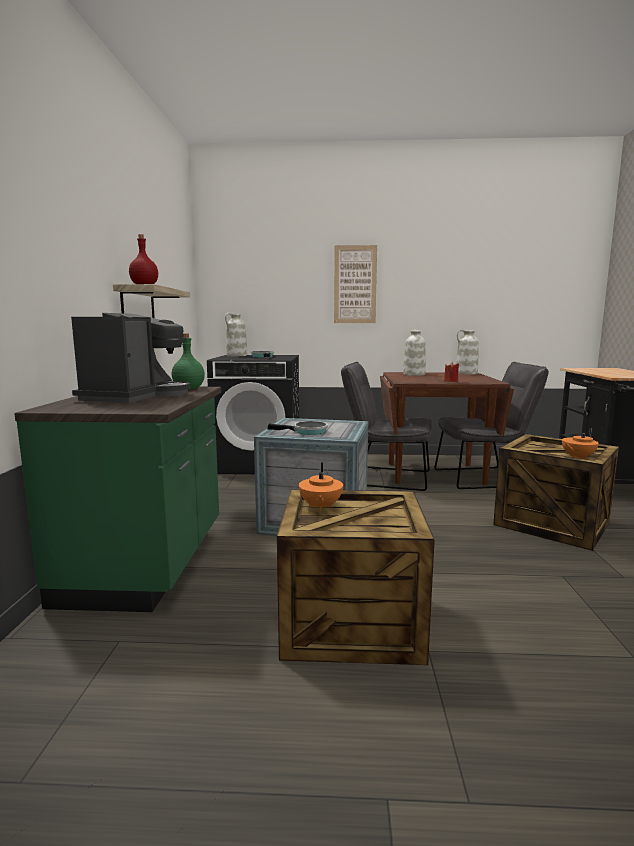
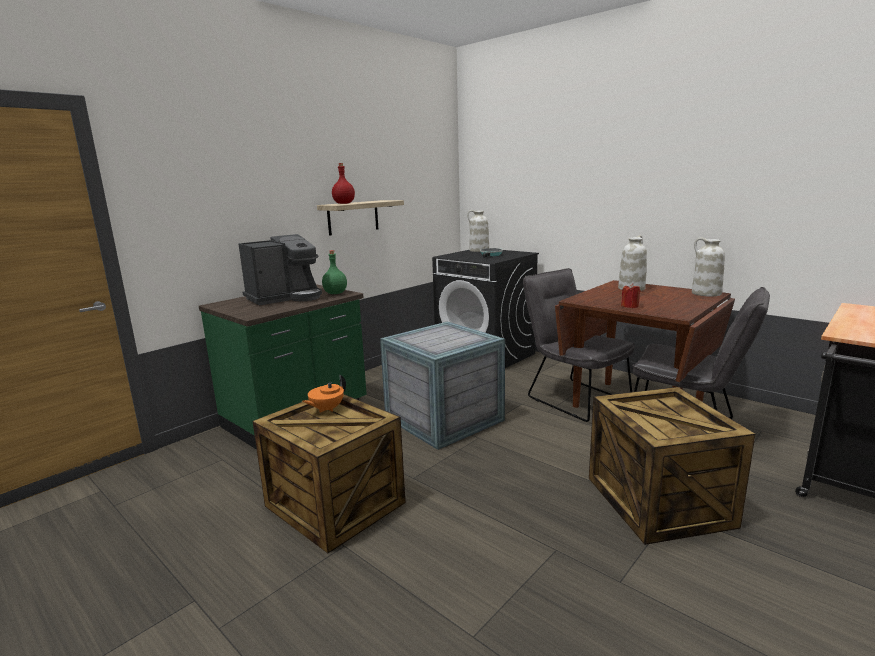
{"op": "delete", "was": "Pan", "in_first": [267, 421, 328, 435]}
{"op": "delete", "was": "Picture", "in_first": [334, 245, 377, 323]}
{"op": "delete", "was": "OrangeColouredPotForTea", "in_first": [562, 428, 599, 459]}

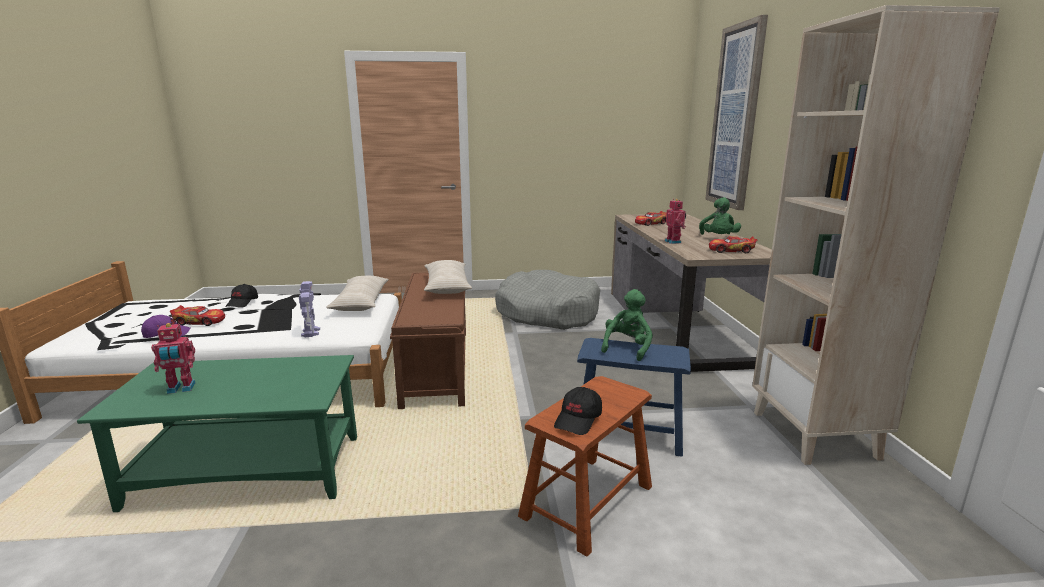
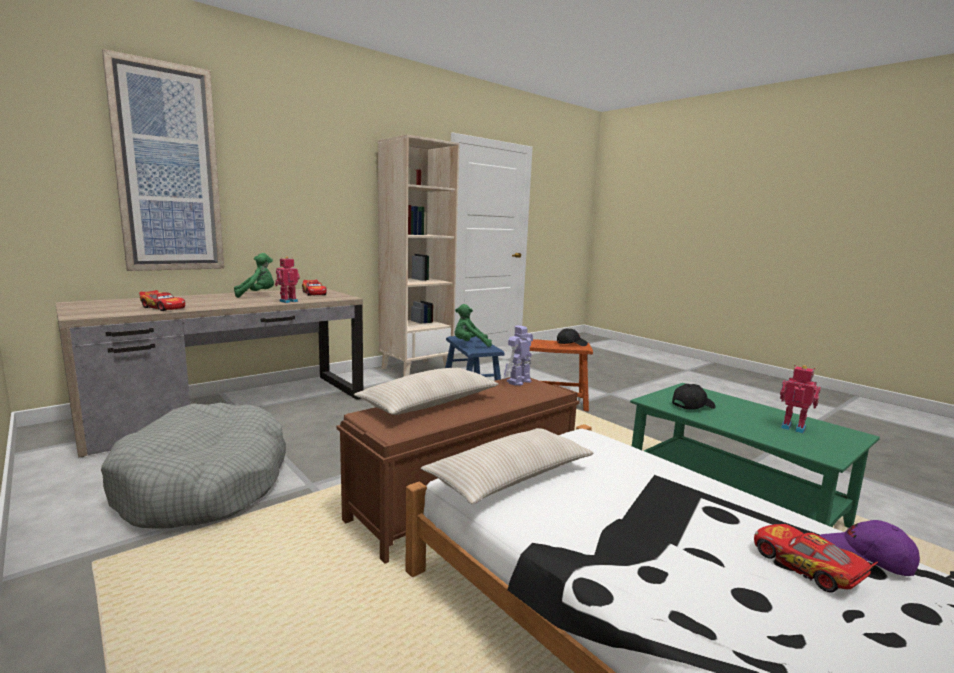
{"op": "move", "was": "BlackishCap", "in_first": [226, 284, 258, 308], "in_second": [672, 384, 716, 409]}
{"op": "move", "was": "ToyRobot", "in_first": [299, 281, 320, 337], "in_second": [504, 326, 533, 386]}

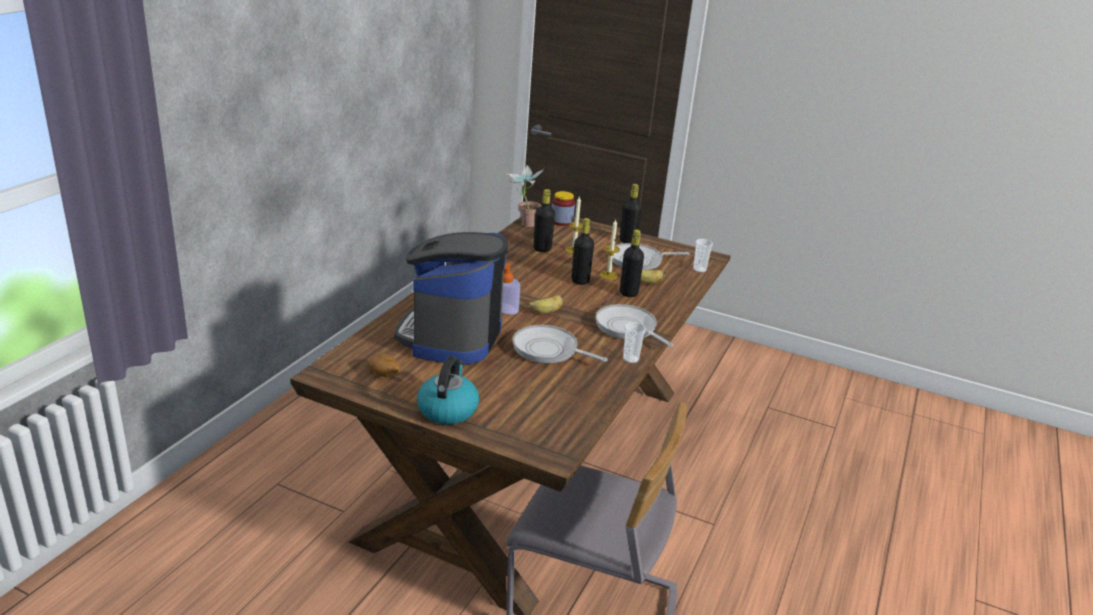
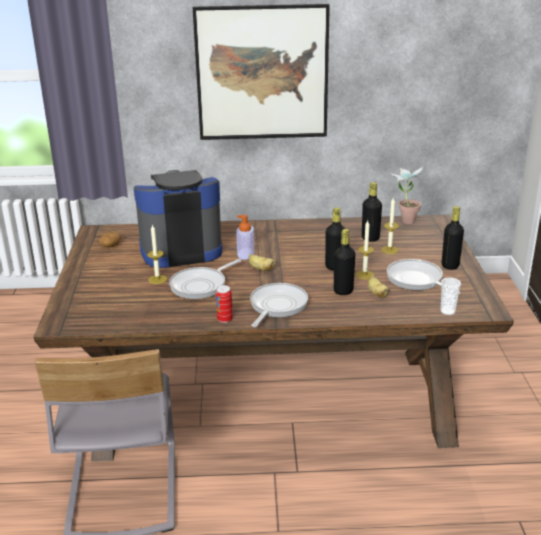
{"op": "delete", "was": "WaterKettle", "in_first": [417, 356, 479, 424]}
{"op": "delete", "was": "StorageJar", "in_first": [552, 191, 575, 226]}
{"op": "insert", "now": "WaxLight", "in_second": [147, 224, 167, 284]}
{"op": "insert", "now": "Picture", "in_second": [193, 4, 330, 140]}
{"op": "replace", "was": "Cup", "now": "Can", "in_first": [623, 322, 646, 363], "in_second": [216, 285, 233, 323]}
{"op": "rotate", "was": "Pan", "in_first": [513, 325, 607, 364], "in_second": [169, 259, 241, 299], "clockwise": -135}

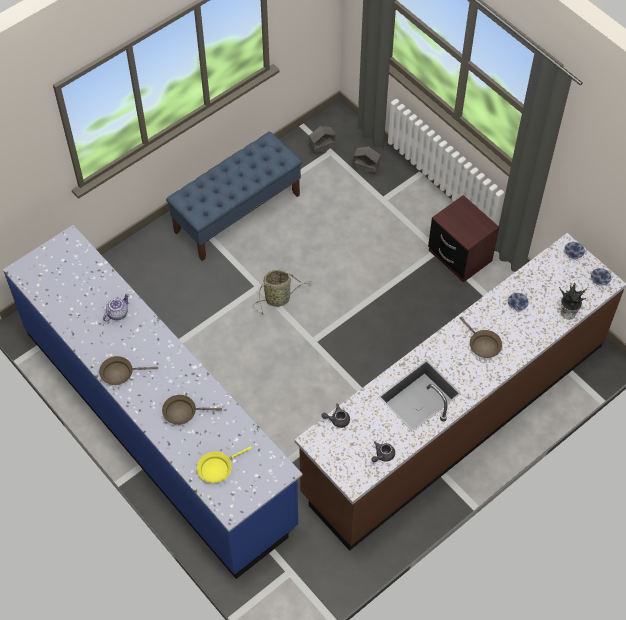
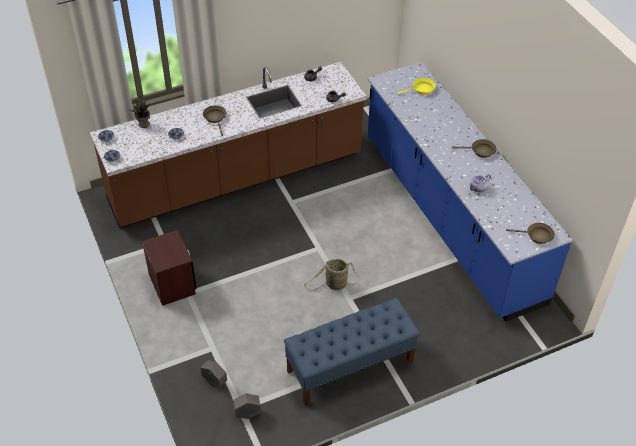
{"op": "move", "was": "BrownPan", "in_first": [162, 395, 222, 425], "in_second": [506, 223, 555, 244]}

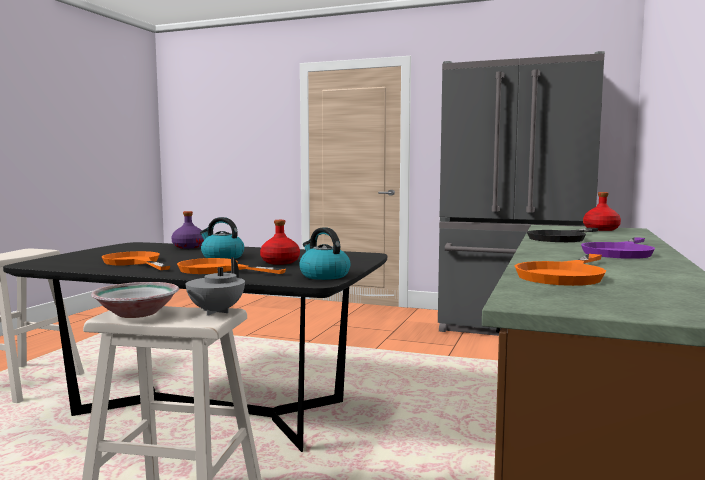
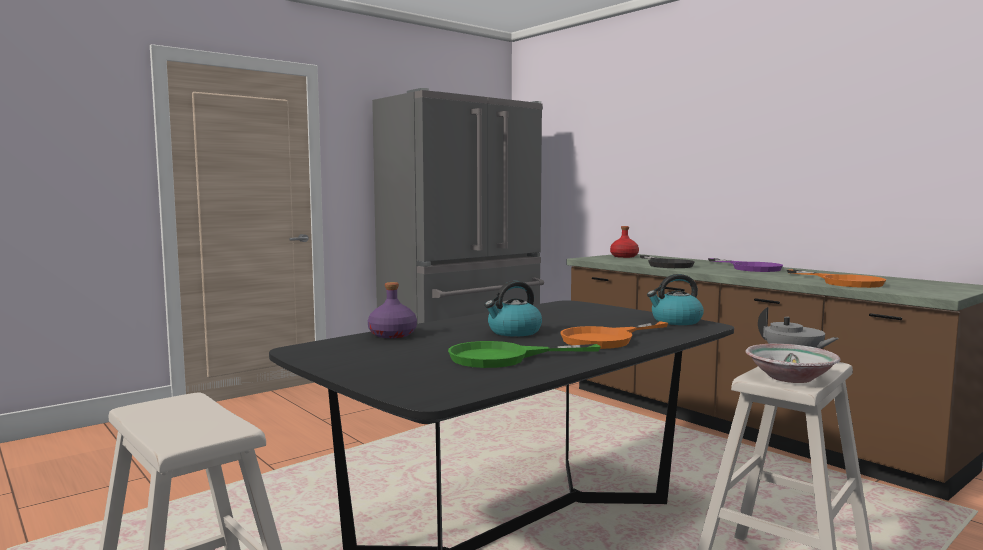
{"op": "delete", "was": "ReddishDrinkBottle", "in_first": [260, 220, 300, 265]}
{"op": "recolor", "was": "OrangeColouredPan", "now": "GreenPan", "in_first": [102, 251, 170, 270], "in_second": [448, 341, 600, 368]}

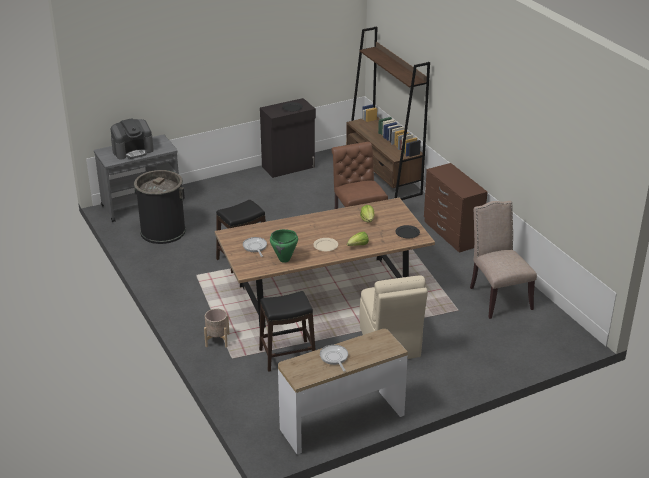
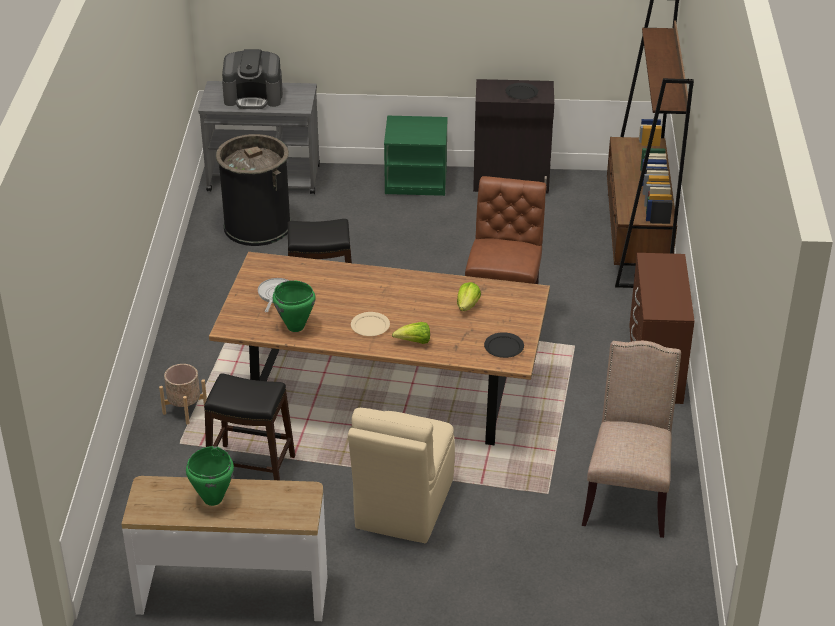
{"op": "insert", "now": "GreenNightTable", "in_second": [384, 116, 448, 196]}
{"op": "replace", "was": "Pan", "now": "GreenStockpot", "in_first": [320, 345, 348, 372], "in_second": [186, 446, 234, 506]}

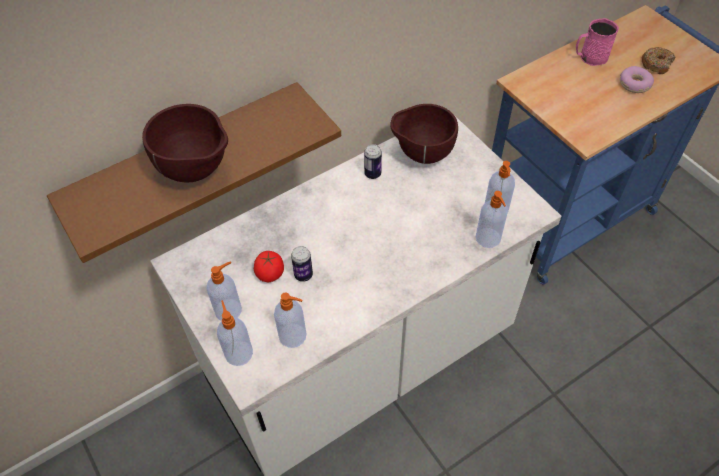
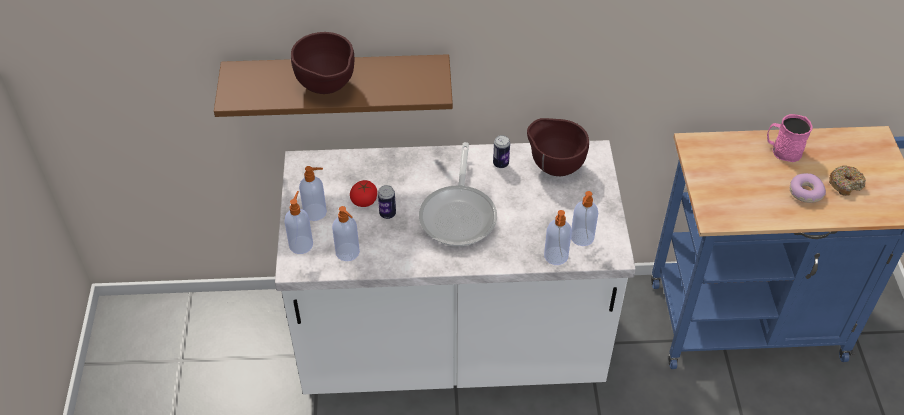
{"op": "insert", "now": "Pan", "in_second": [419, 142, 497, 246]}

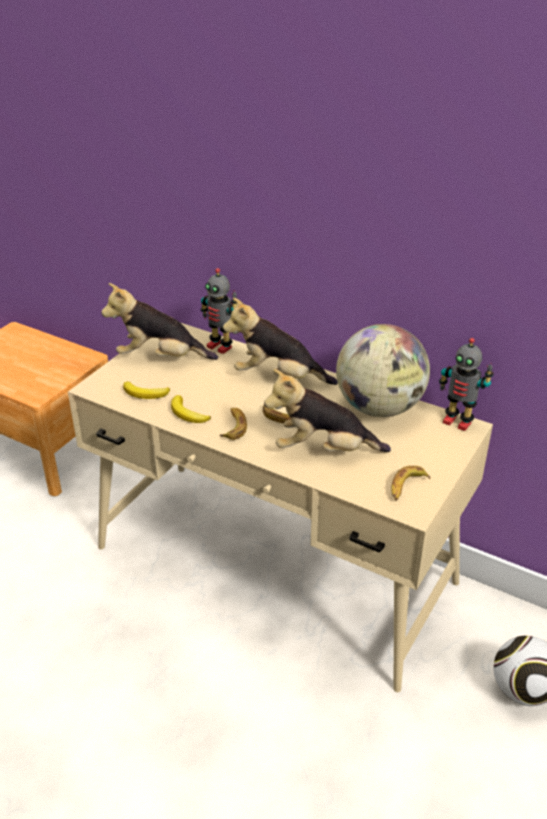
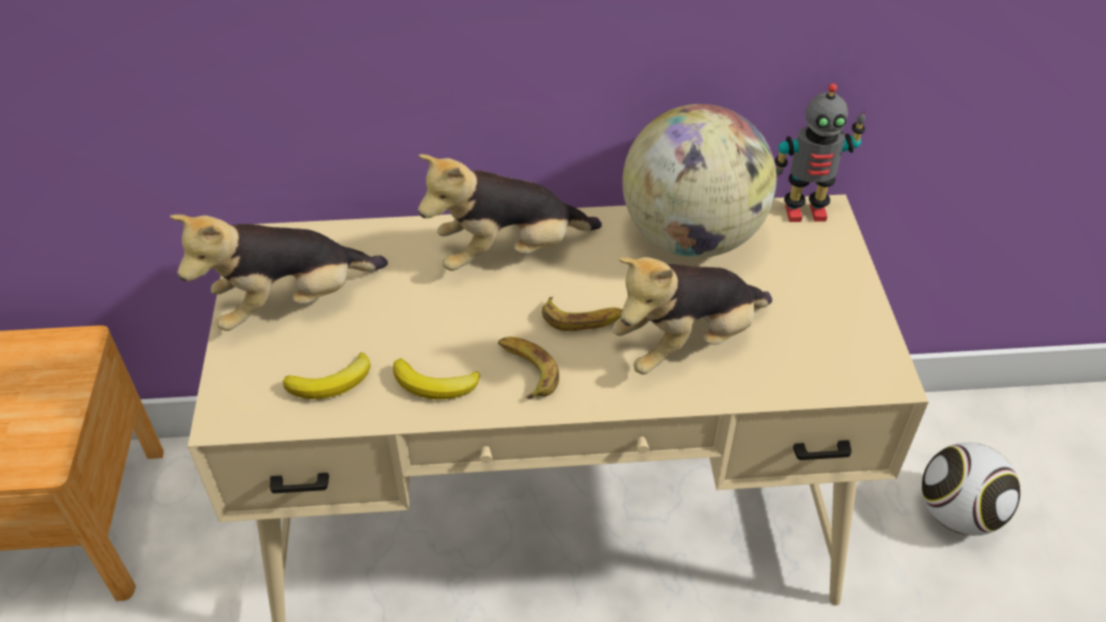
{"op": "delete", "was": "ToyRobot", "in_first": [201, 268, 239, 354]}
{"op": "delete", "was": "WholeBanana", "in_first": [391, 466, 430, 501]}

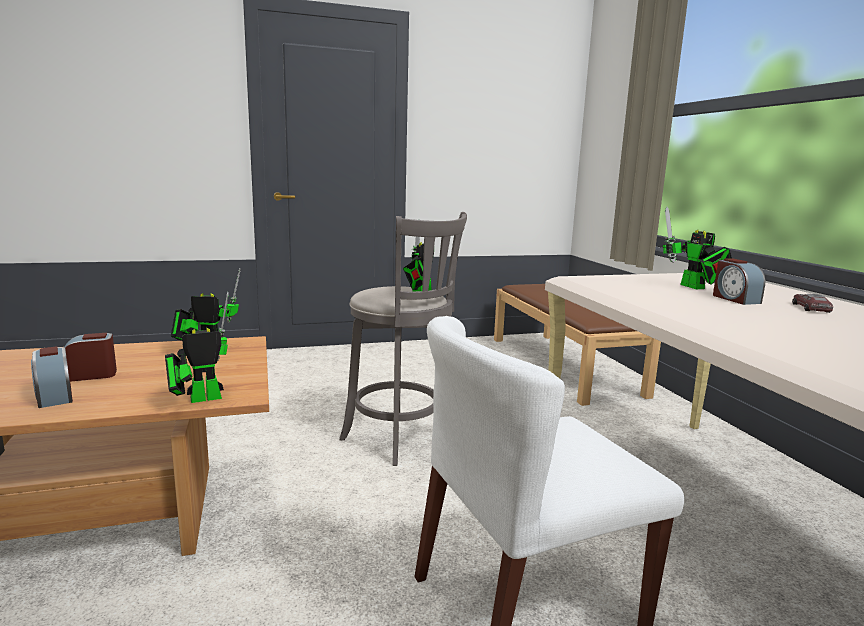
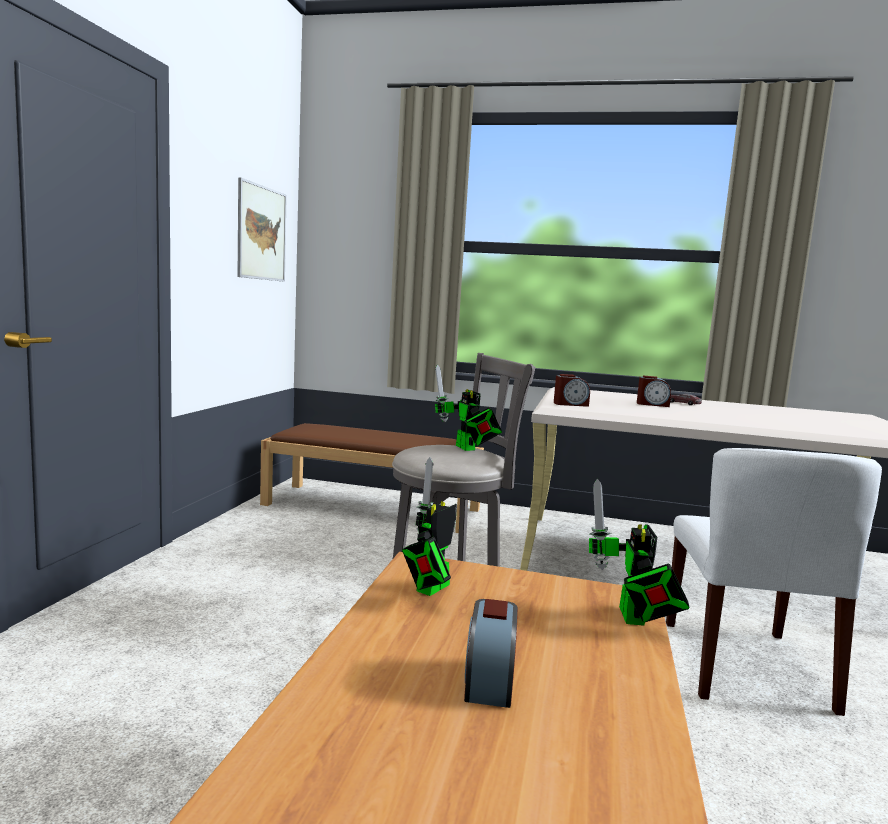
{"op": "delete", "was": "ToyRobot", "in_first": [663, 206, 732, 289]}
{"op": "insert", "now": "Picture", "in_second": [238, 177, 287, 282]}
{"op": "move", "was": "BedsideClock", "in_first": [31, 347, 73, 408], "in_second": [554, 374, 590, 407]}

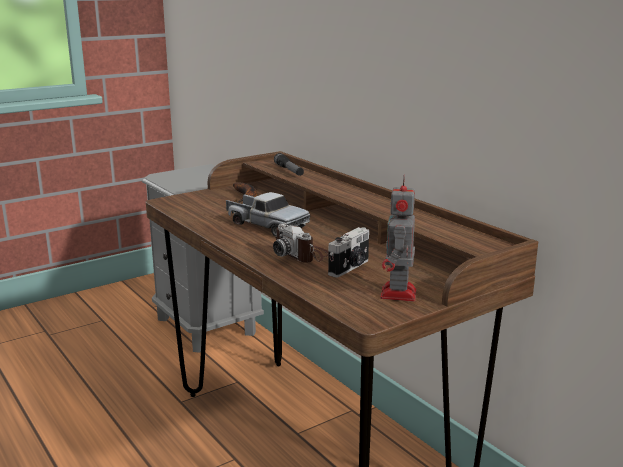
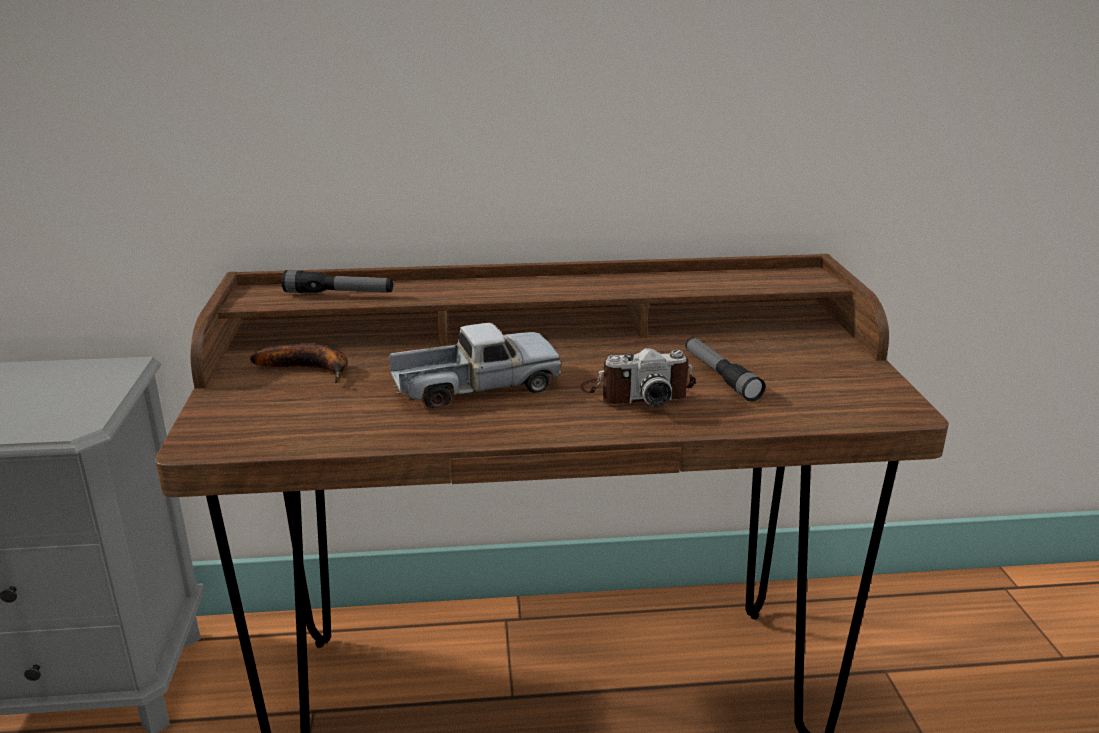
{"op": "delete", "was": "ToyRobot", "in_first": [380, 175, 417, 302]}
{"op": "replace", "was": "StillCamera", "now": "Flashlight", "in_first": [328, 227, 369, 277], "in_second": [685, 337, 765, 401]}

